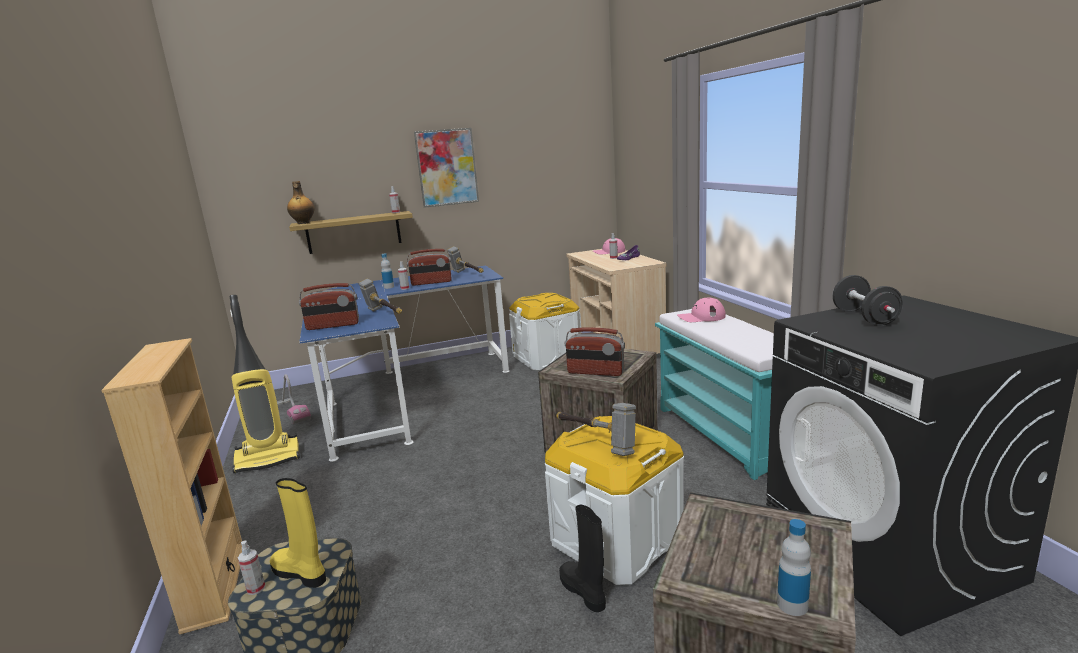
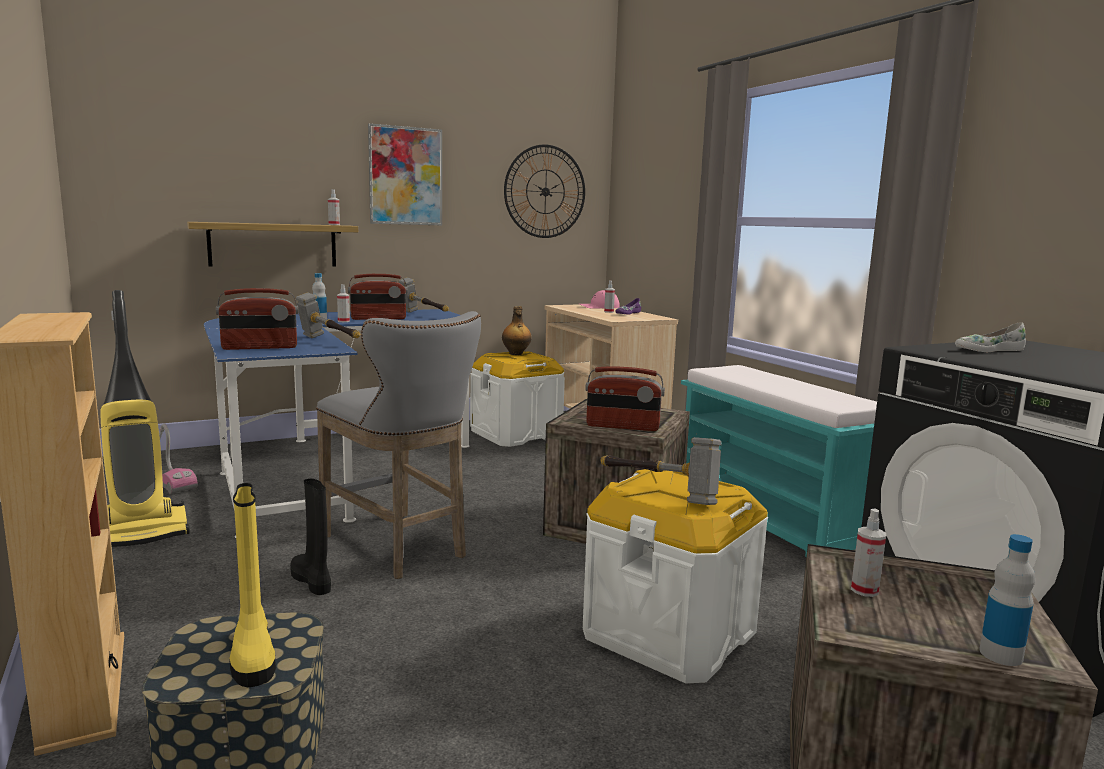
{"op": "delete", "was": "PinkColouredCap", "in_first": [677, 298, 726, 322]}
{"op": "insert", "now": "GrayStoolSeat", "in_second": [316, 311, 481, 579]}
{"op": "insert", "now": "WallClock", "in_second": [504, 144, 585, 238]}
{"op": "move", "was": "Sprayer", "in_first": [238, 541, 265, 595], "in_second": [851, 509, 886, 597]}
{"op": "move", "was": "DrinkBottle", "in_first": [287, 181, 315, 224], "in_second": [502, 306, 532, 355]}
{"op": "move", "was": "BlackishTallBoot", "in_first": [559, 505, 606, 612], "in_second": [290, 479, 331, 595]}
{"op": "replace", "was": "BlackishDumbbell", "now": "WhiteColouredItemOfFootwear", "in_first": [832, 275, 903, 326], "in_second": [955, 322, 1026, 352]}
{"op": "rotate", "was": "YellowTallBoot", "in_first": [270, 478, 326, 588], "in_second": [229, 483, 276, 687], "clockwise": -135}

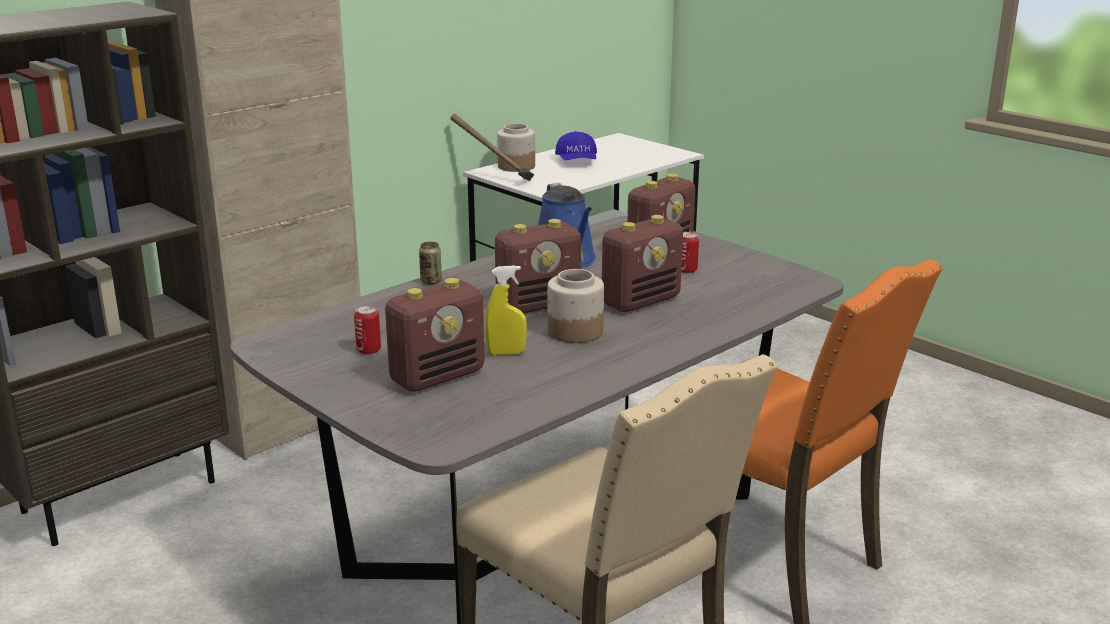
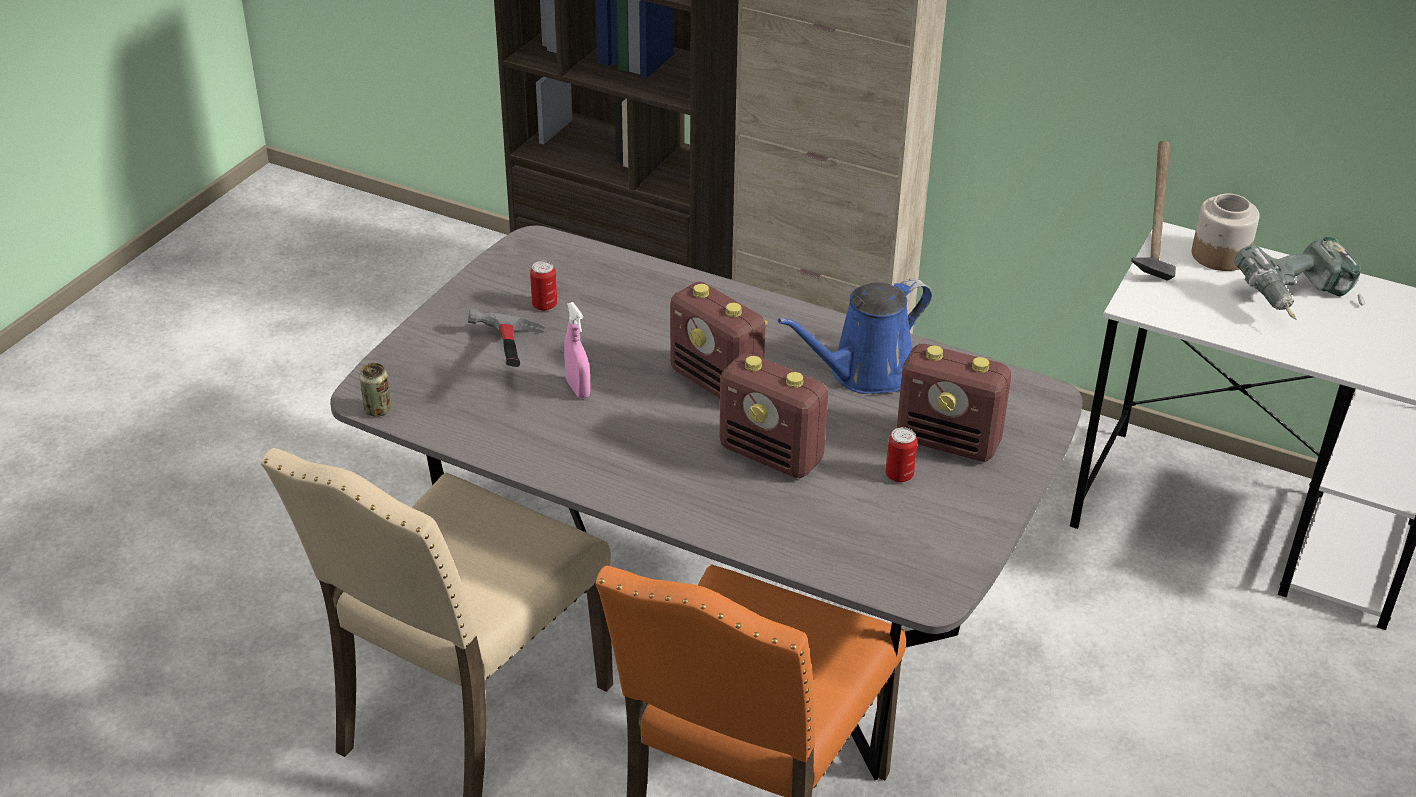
{"op": "delete", "was": "StorageJar", "in_first": [547, 269, 604, 343]}
{"op": "move", "was": "Can", "in_first": [419, 242, 442, 285], "in_second": [359, 363, 392, 417]}
{"op": "replace", "was": "Radio", "now": "Hammer", "in_first": [385, 278, 485, 392], "in_second": [468, 308, 545, 367]}
{"op": "replace", "was": "BlueColouredCap", "now": "PowerDrill", "in_first": [555, 131, 597, 160], "in_second": [1234, 237, 1365, 320]}
{"op": "recolor", "was": "YellowSprayer", "now": "PinkColouredSprayer", "in_first": [485, 265, 527, 355], "in_second": [564, 302, 591, 399]}

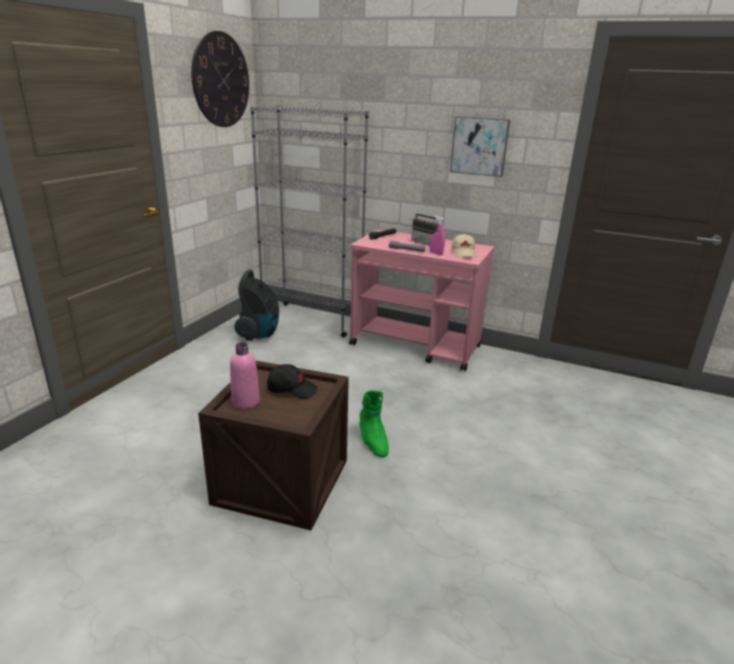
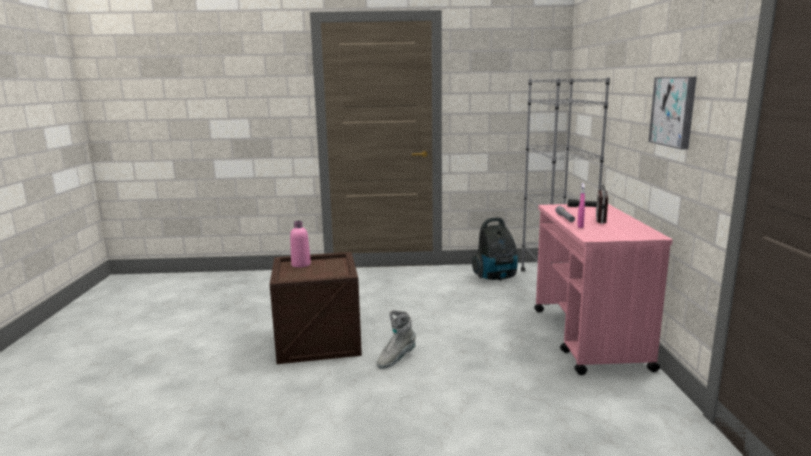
{"op": "delete", "was": "WallClock", "in_first": [191, 31, 249, 127]}
{"op": "delete", "was": "BlackishCap", "in_first": [267, 364, 318, 399]}
{"op": "delete", "was": "BeigeCap", "in_first": [452, 234, 476, 258]}
{"op": "recolor", "was": "GreenTallBoot", "now": "GrayTallBoot", "in_first": [359, 390, 389, 457], "in_second": [376, 310, 416, 369]}

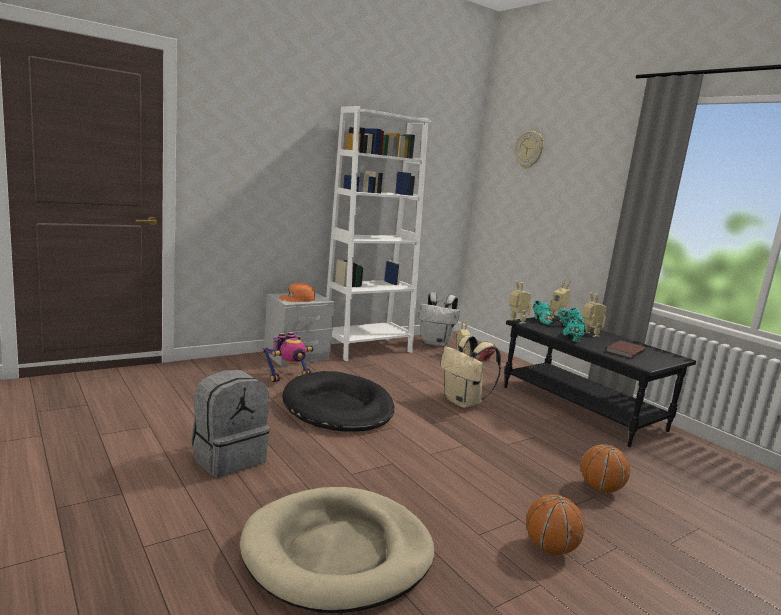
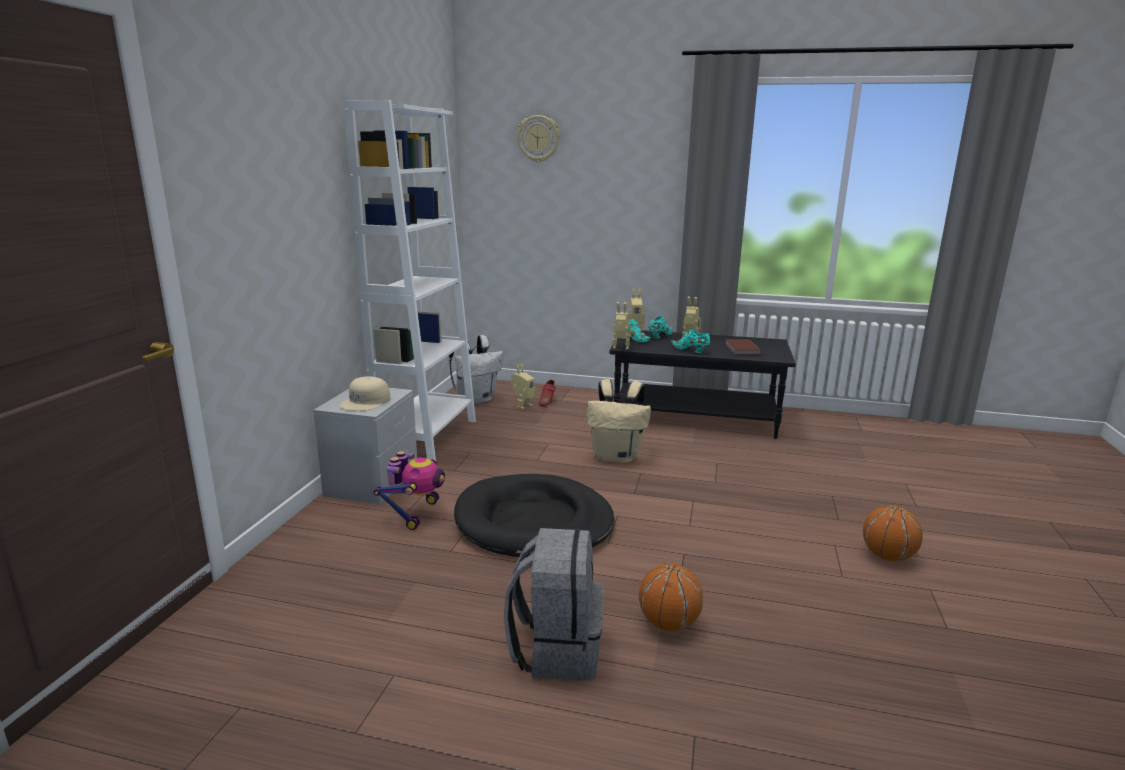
{"op": "delete", "was": "BeigeDogCushion", "in_first": [240, 487, 434, 613]}
{"op": "move", "was": "BasketballBall", "in_first": [581, 444, 630, 493], "in_second": [639, 564, 703, 631]}
{"op": "recolor", "was": "OrangeColouredCap", "now": "BeigeCap", "in_first": [279, 283, 315, 302], "in_second": [340, 376, 390, 411]}

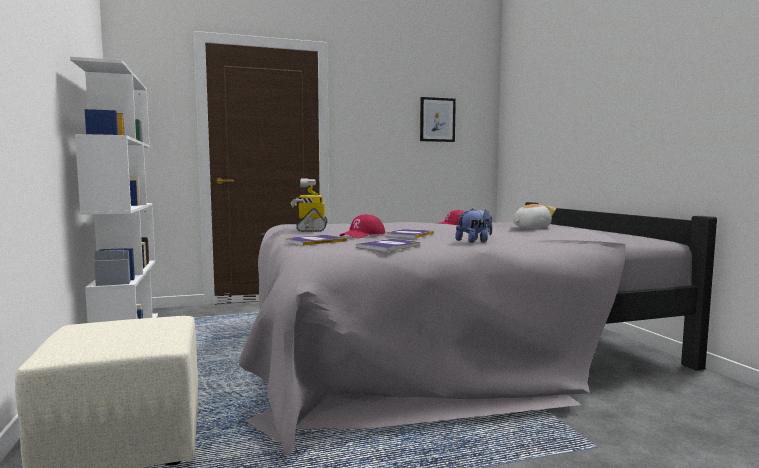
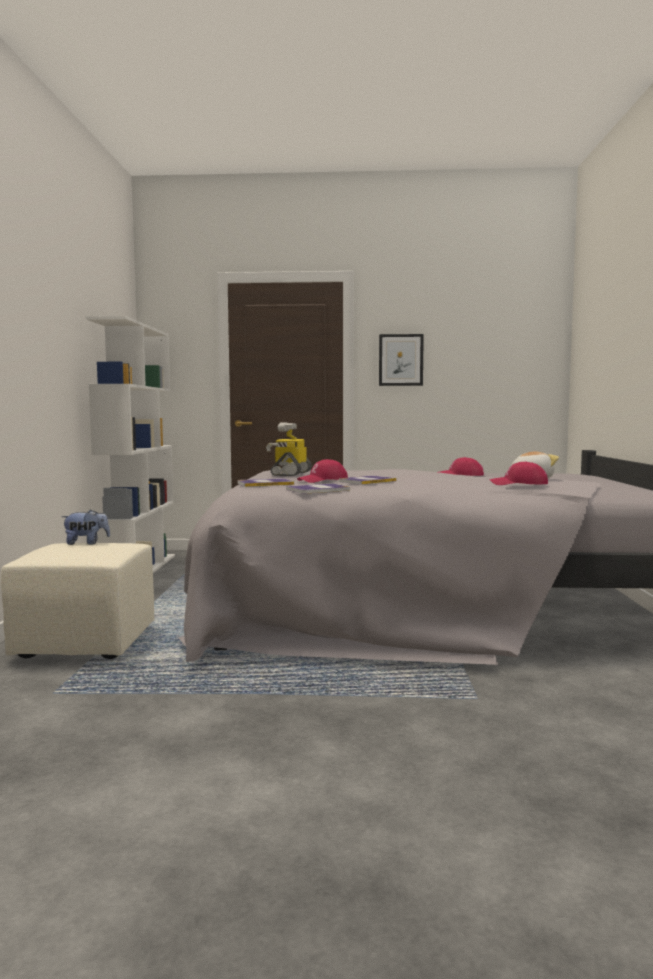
{"op": "insert", "now": "ReddishCap", "in_second": [489, 462, 548, 485]}
{"op": "move", "was": "Picture", "in_first": [420, 97, 456, 142], "in_second": [379, 334, 424, 386]}
{"op": "move", "was": "SoftToy", "in_first": [455, 208, 492, 243], "in_second": [61, 509, 110, 545]}

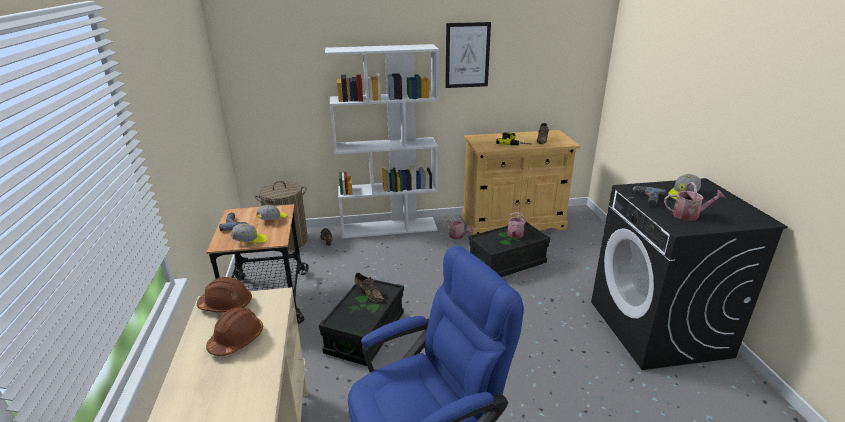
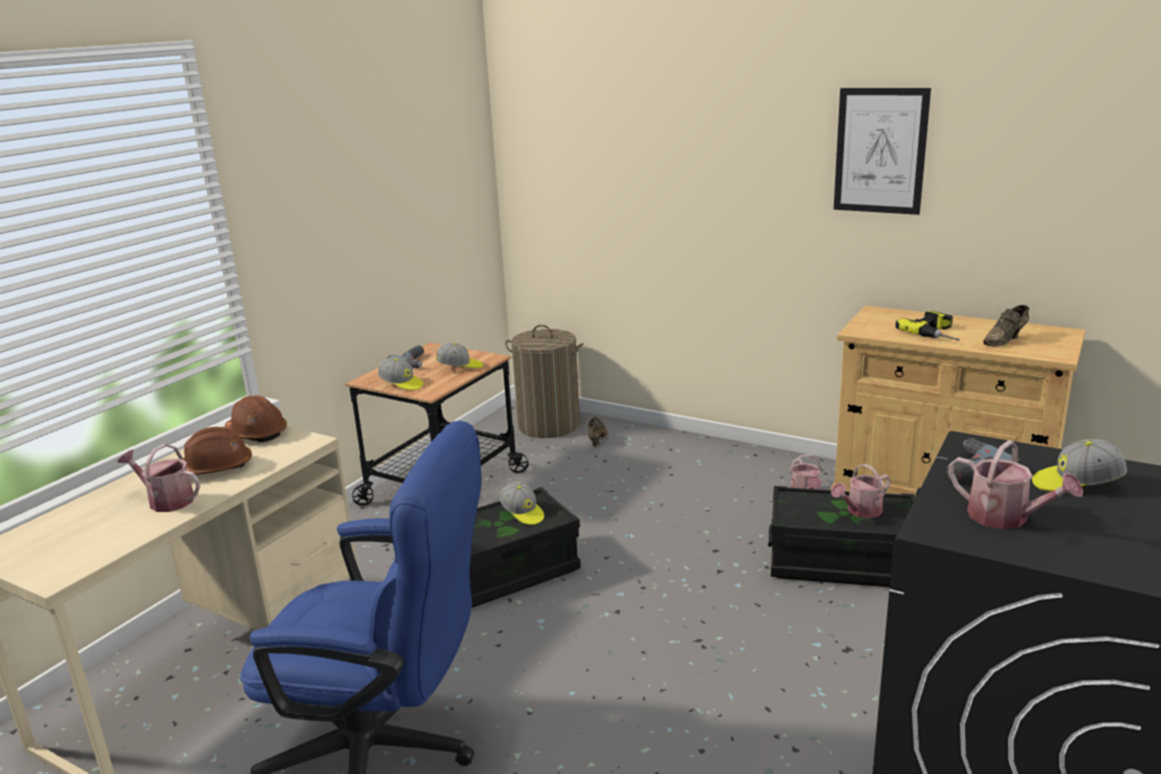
{"op": "delete", "was": "WhiteColouredBookcase", "in_first": [325, 44, 439, 239]}
{"op": "insert", "now": "WateringPot", "in_second": [117, 444, 200, 512]}
{"op": "replace", "was": "BrownItemOfFootwear", "now": "Cap", "in_first": [354, 273, 384, 302], "in_second": [500, 482, 544, 525]}

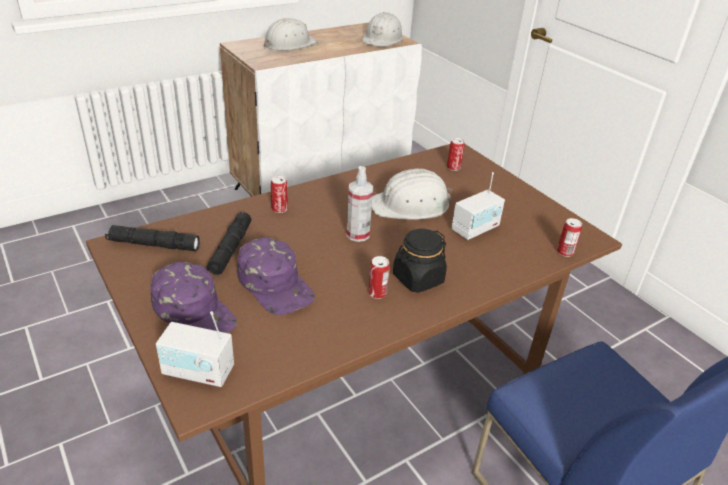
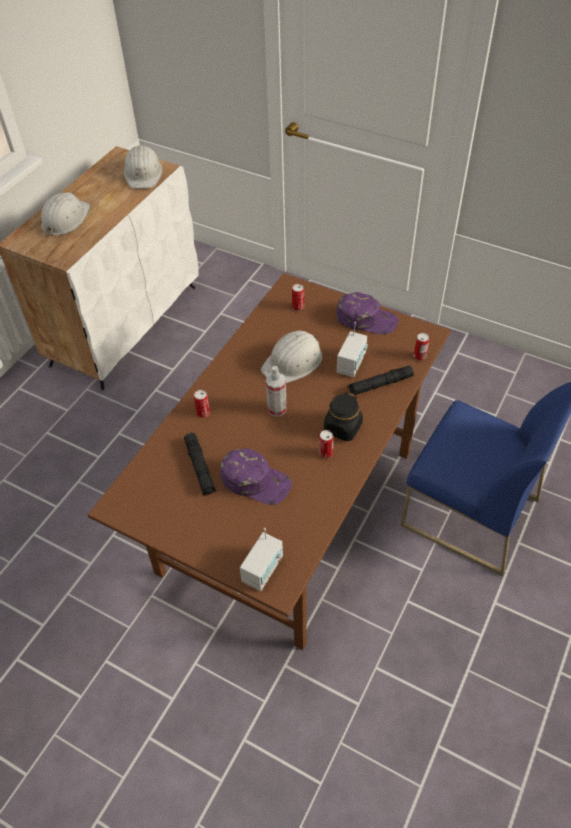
{"op": "move", "was": "BlackishFlashlight", "in_first": [105, 225, 200, 251], "in_second": [348, 365, 414, 395]}
{"op": "move", "was": "PurplishCap", "in_first": [150, 262, 237, 333], "in_second": [336, 292, 398, 335]}
{"op": "rotate", "was": "Radio", "in_first": [156, 311, 234, 387], "in_second": [240, 528, 283, 591], "clockwise": -45}

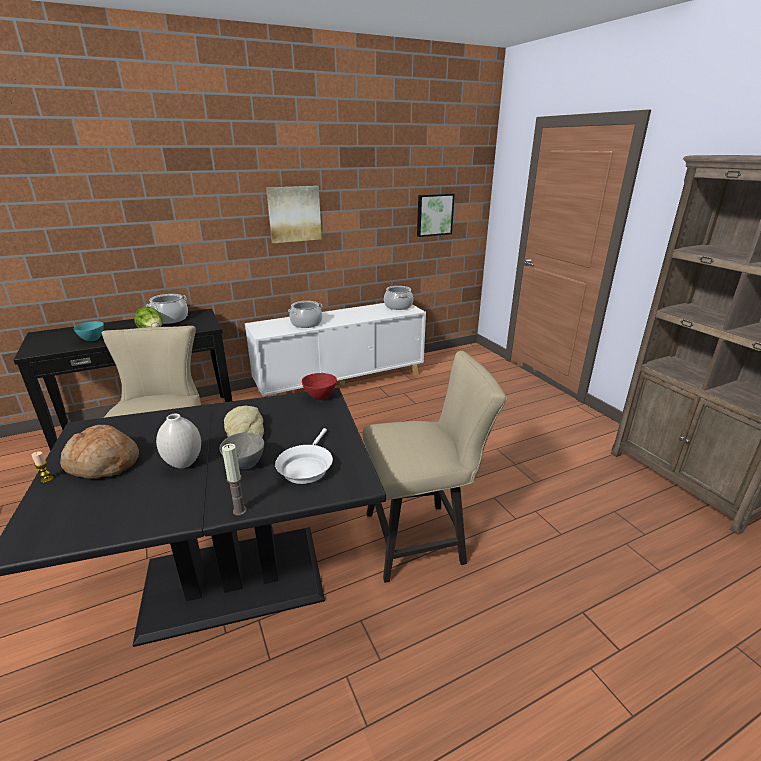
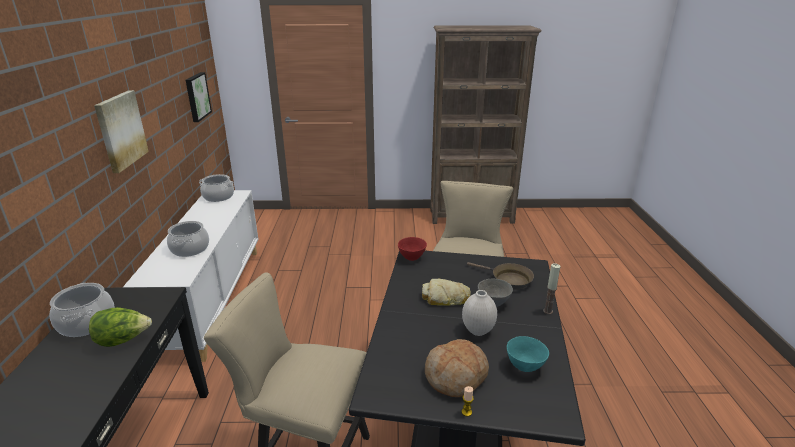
{"op": "move", "was": "BlueGreenBowl", "in_first": [73, 321, 104, 341], "in_second": [507, 336, 549, 372]}
{"op": "recolor", "was": "WhiteColouredPan", "now": "BrownPan", "in_first": [275, 428, 333, 484], "in_second": [467, 262, 534, 290]}

